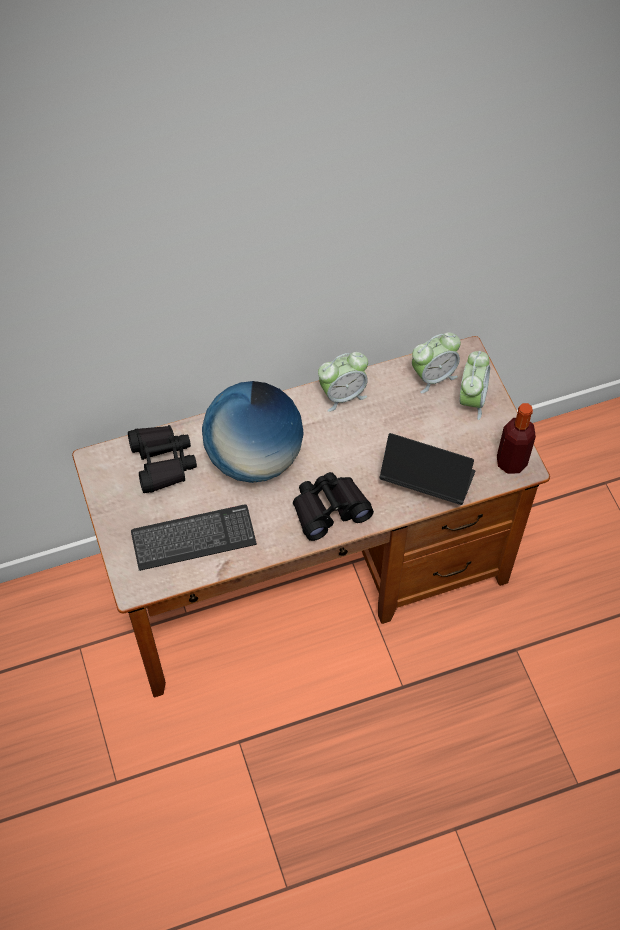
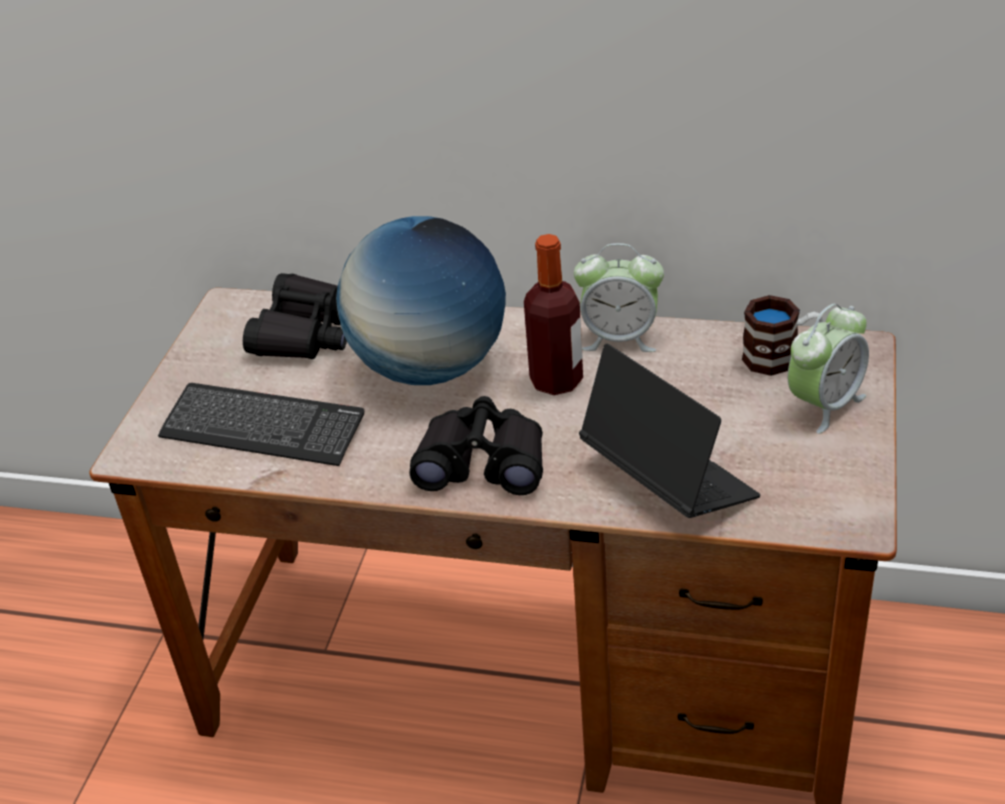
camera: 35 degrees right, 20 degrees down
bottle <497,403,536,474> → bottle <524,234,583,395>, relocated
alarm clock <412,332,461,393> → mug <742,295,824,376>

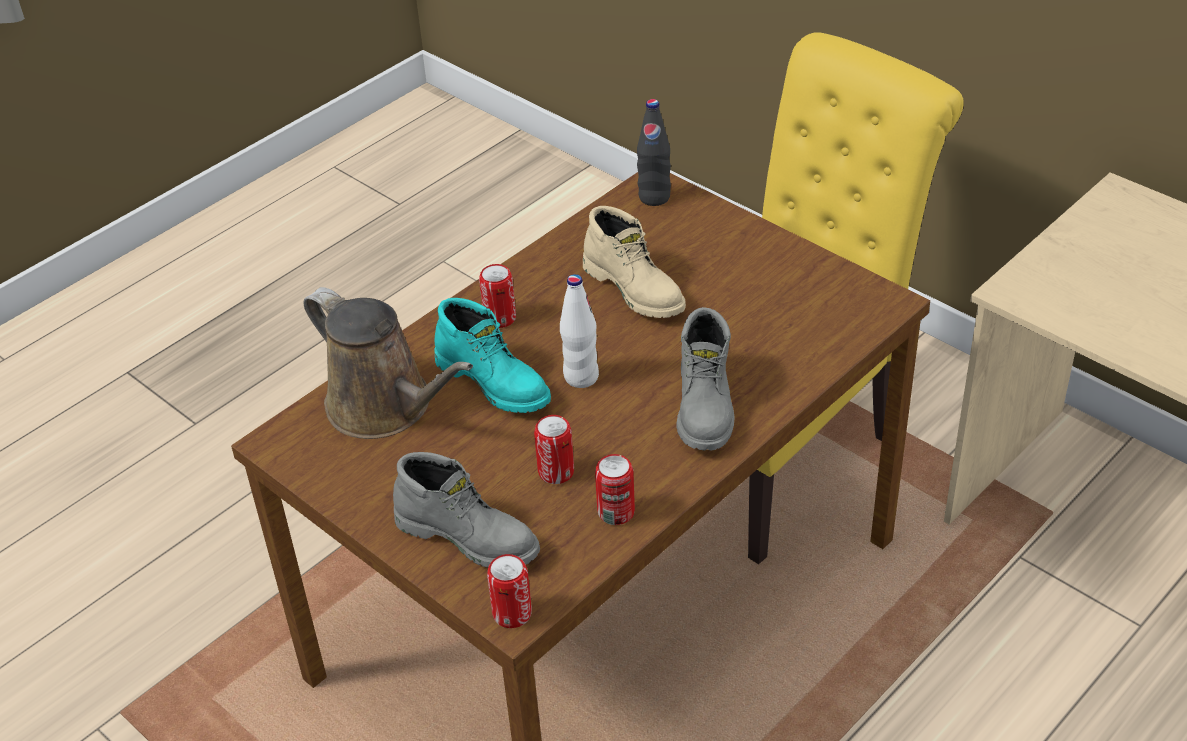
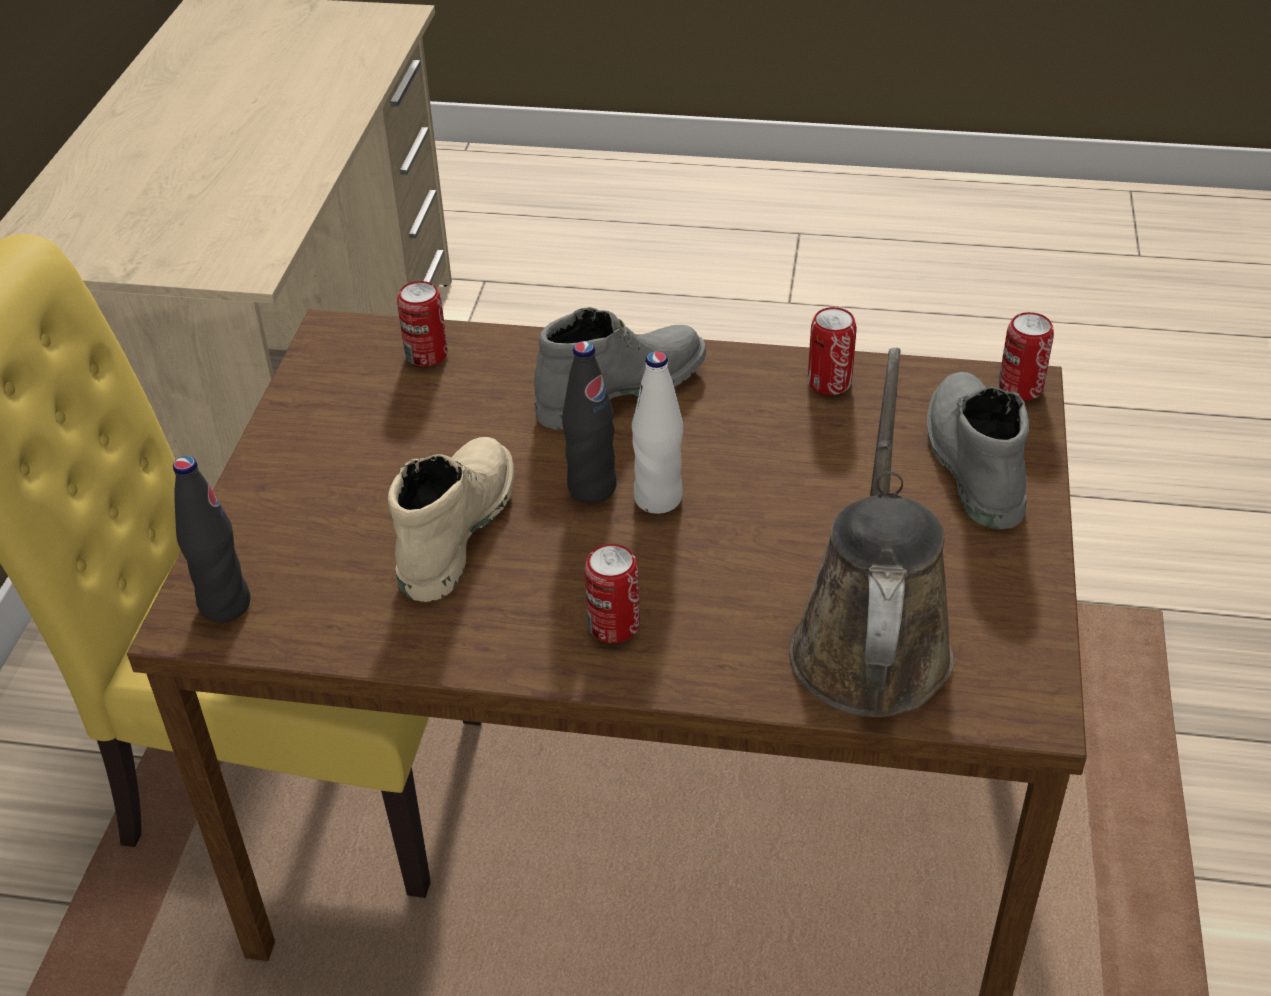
camera: 125 degrees left, 0 degrees up
turquoise boot <435,298,551,413> → -
- → black bottle <562,341,617,503>
can <534,415,574,484> → can <397,281,448,366>, relocated

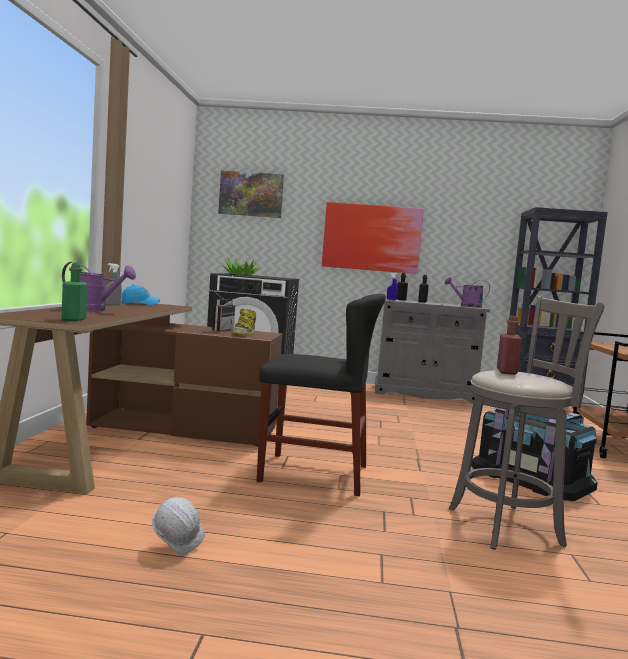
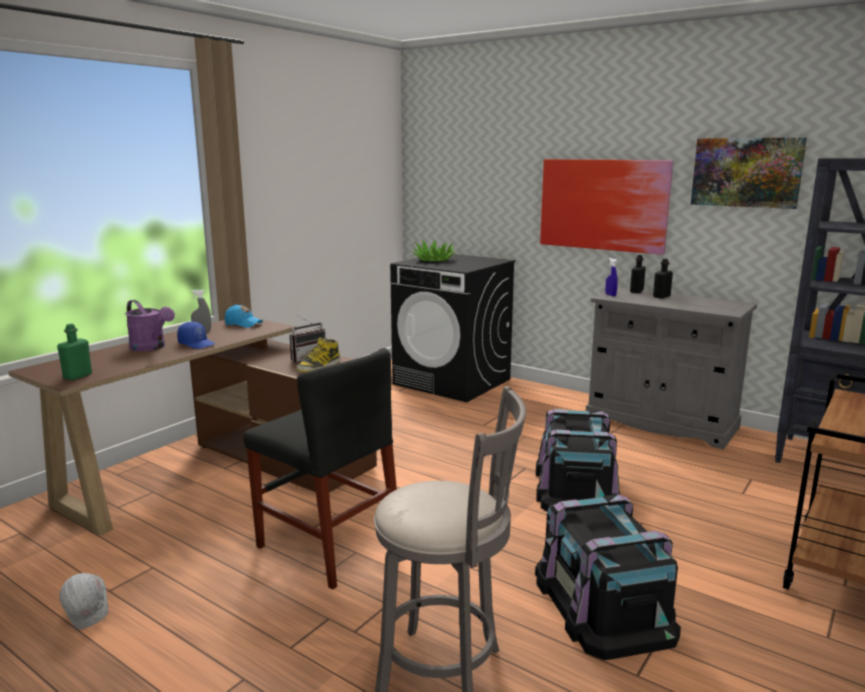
camera: 30 degrees right, 10 degrees up
purple watering can <445,277,490,308> → -
red bottle <497,316,522,375> → -
- → blue cap <177,321,216,349>
- → black storage box <536,409,620,511>
picture <218,170,284,218> → picture <691,138,807,209>, relocated

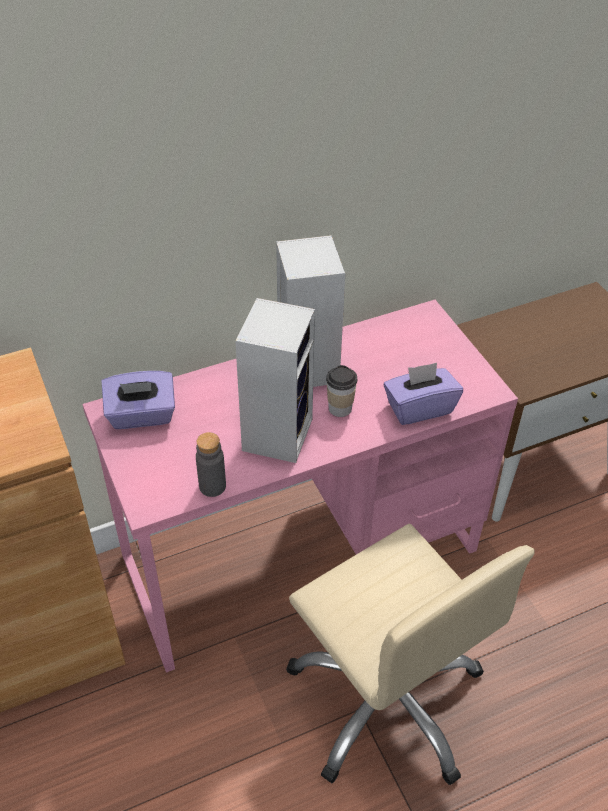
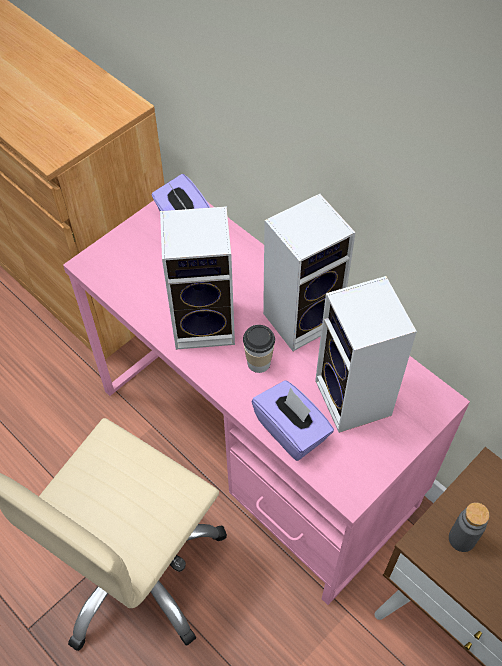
camera: 70 degrees right, 10 degrees up
- → speaker <315,276,417,433>
grey bottle <196,432,226,497> → grey bottle <449,502,490,552>, relocated

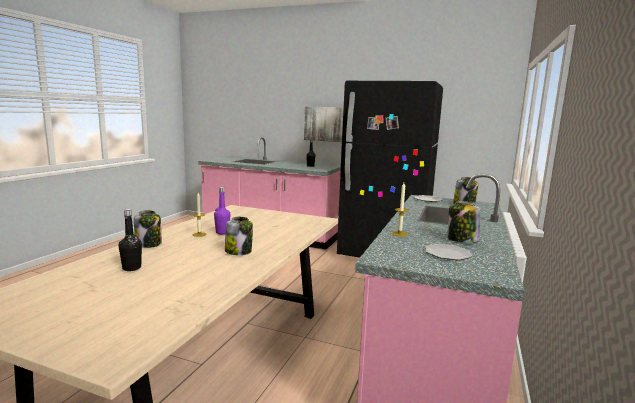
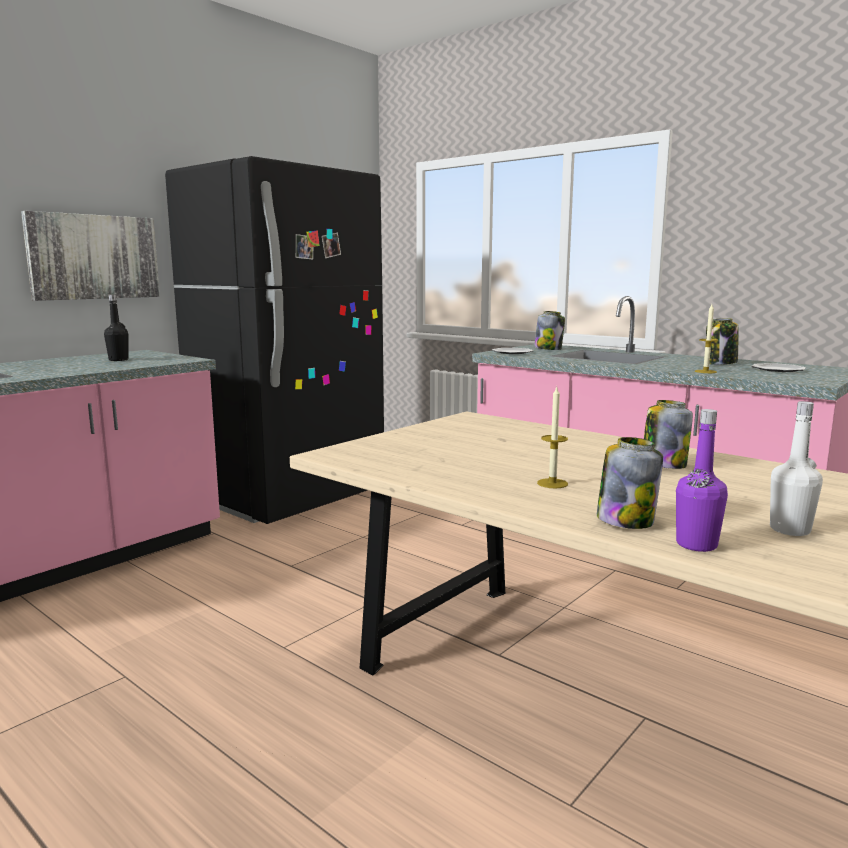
camera: 70 degrees left, 0 degrees up
purple bottle <214,187,231,234> → purple bottle <676,409,728,552>, relocated
black bottle <119,209,142,271> → white bottle <770,401,823,536>

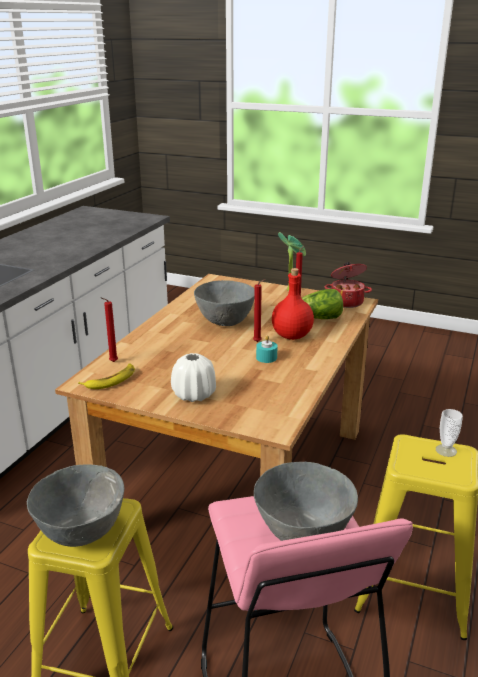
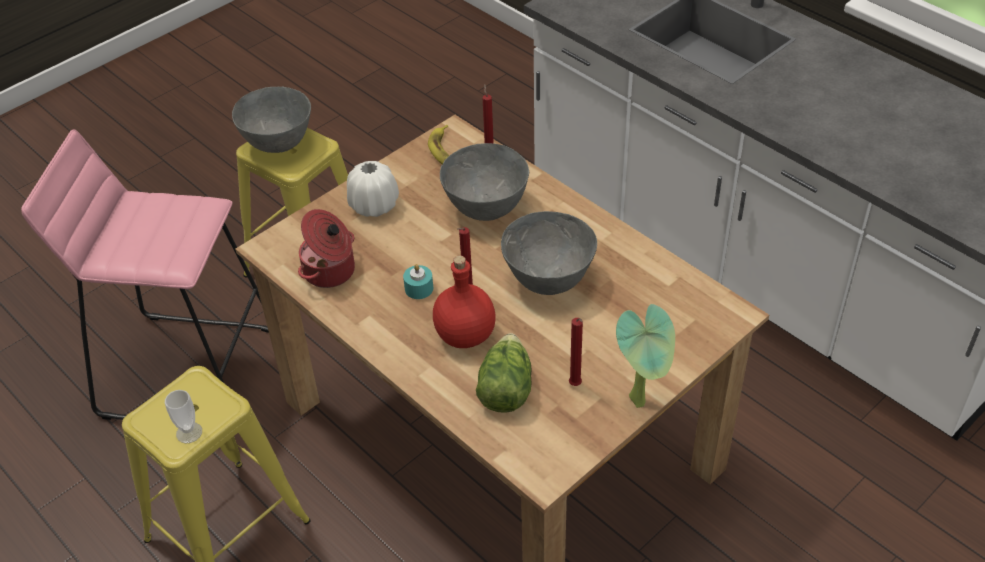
camera: 115 degrees right, 20 degrees up
grey bowl <254,462,358,541> → grey bowl <440,143,529,221>, relocated
cooking pot <324,262,372,308> → cooking pot <298,209,355,288>, relocated

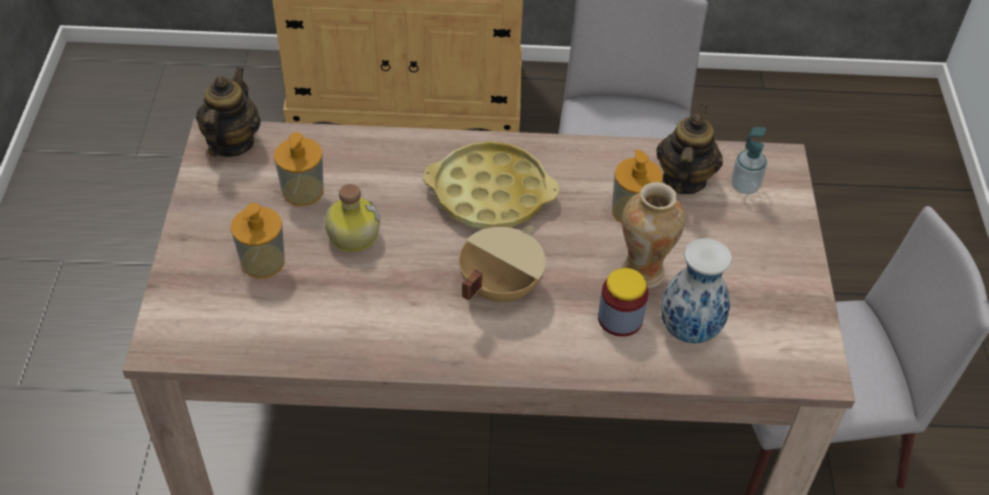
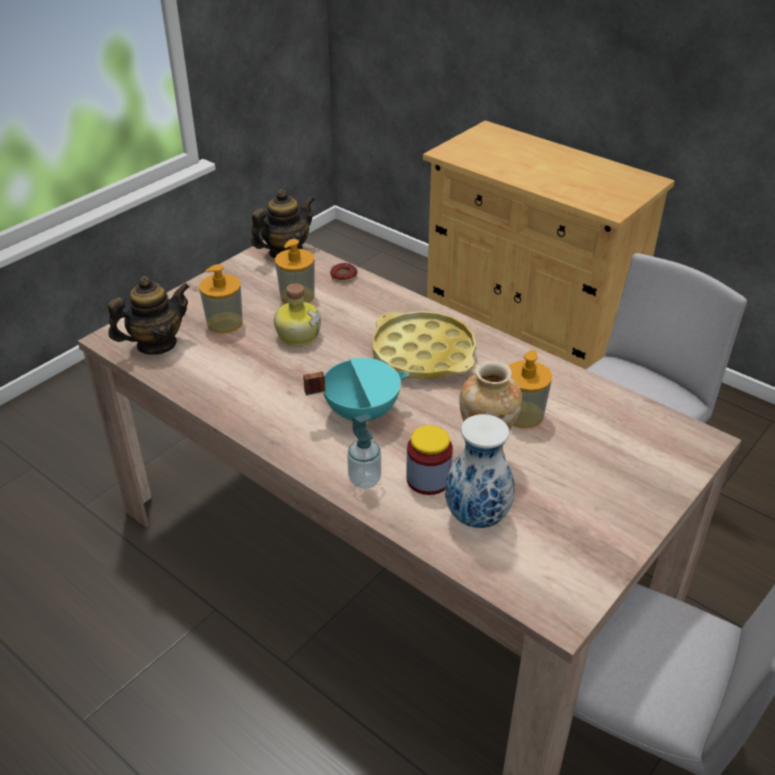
camera: 40 degrees right, 10 degrees down
- → donut <330,263,358,282>
teapot <657,104,723,194> → teapot <108,276,190,355>, relocated
soap dispenser <731,127,767,194> → soap dispenser <347,414,381,488>, relocated
beige cooking pot <459,226,546,302> → turquoise cooking pot <303,358,409,425>

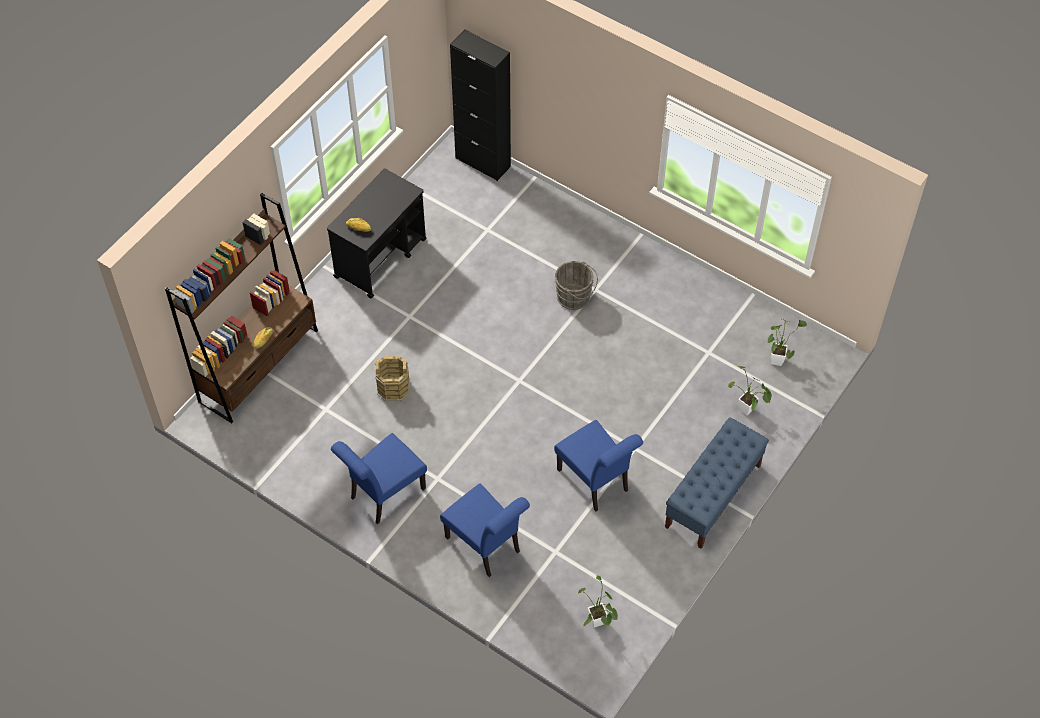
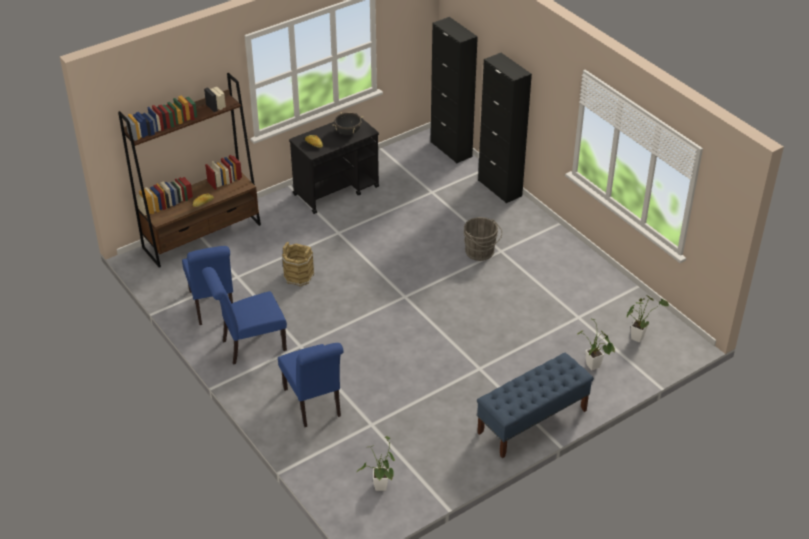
camera: 20 degrees right, 15 degrees down
- → black cooking pot <334,112,363,135>
- → black cabinet <478,53,532,203>
blue chair <554,420,643,511> → blue chair <182,246,233,325>, relocated

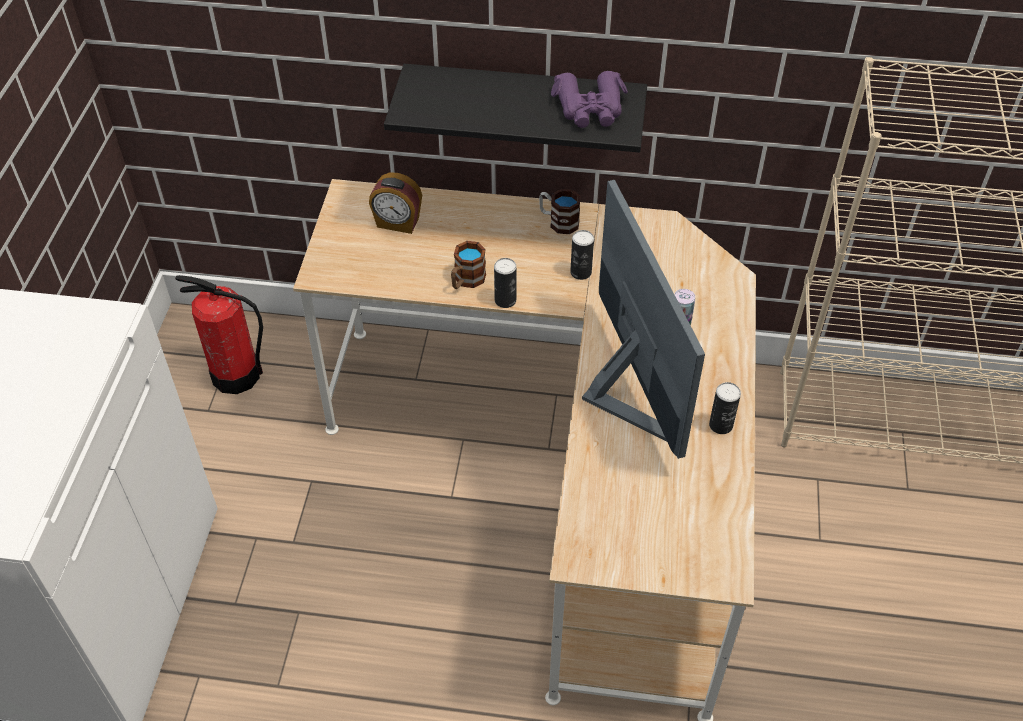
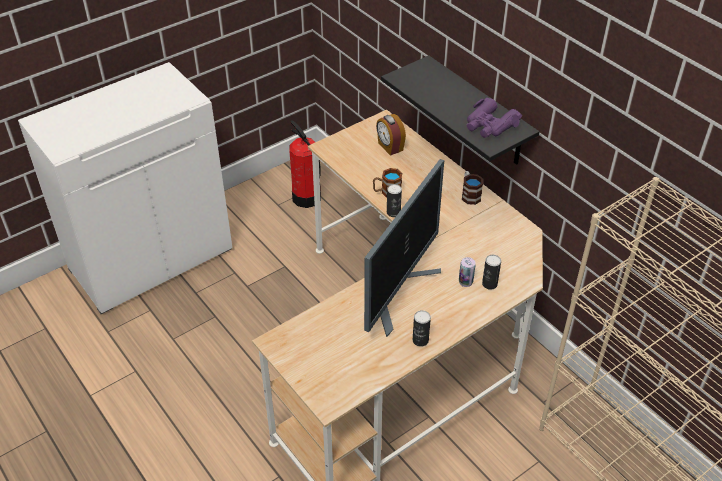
camera: 45 degrees right, 5 degrees down
can <570,230,594,280> → can <482,254,501,290>, relocated

